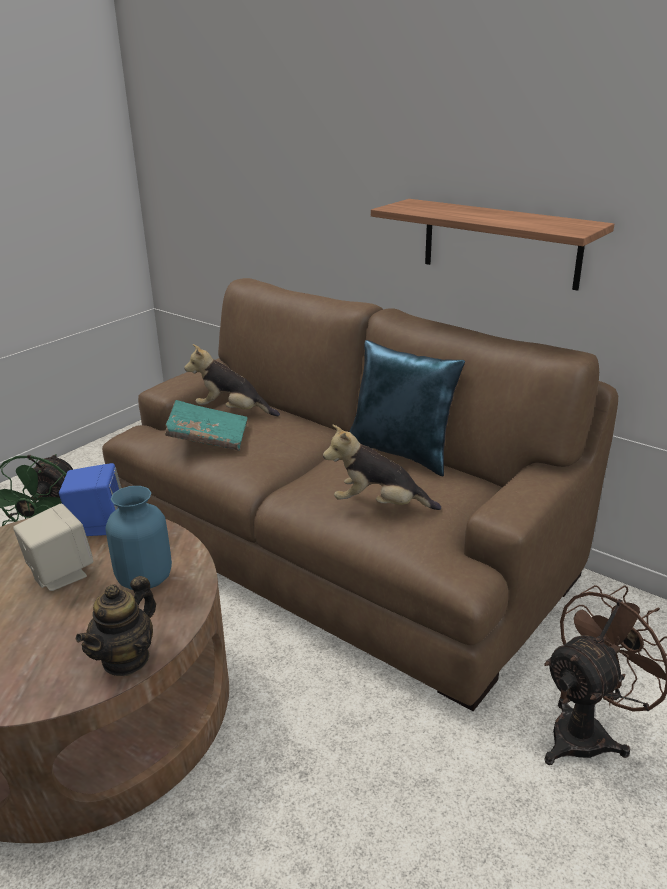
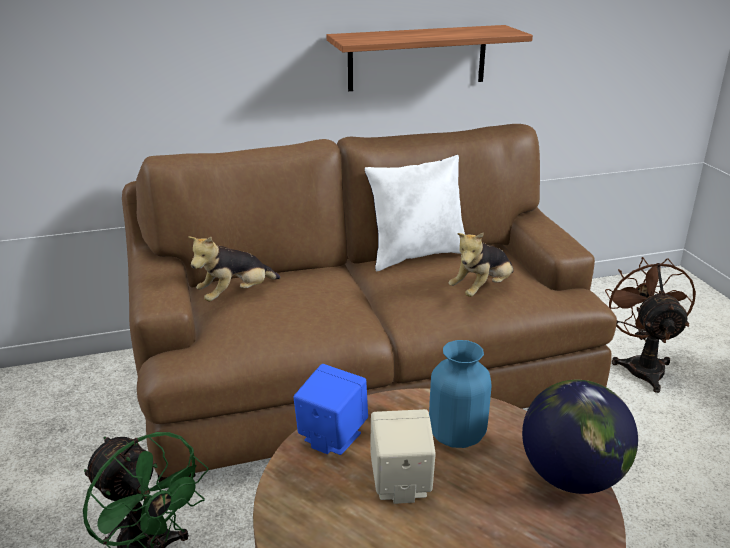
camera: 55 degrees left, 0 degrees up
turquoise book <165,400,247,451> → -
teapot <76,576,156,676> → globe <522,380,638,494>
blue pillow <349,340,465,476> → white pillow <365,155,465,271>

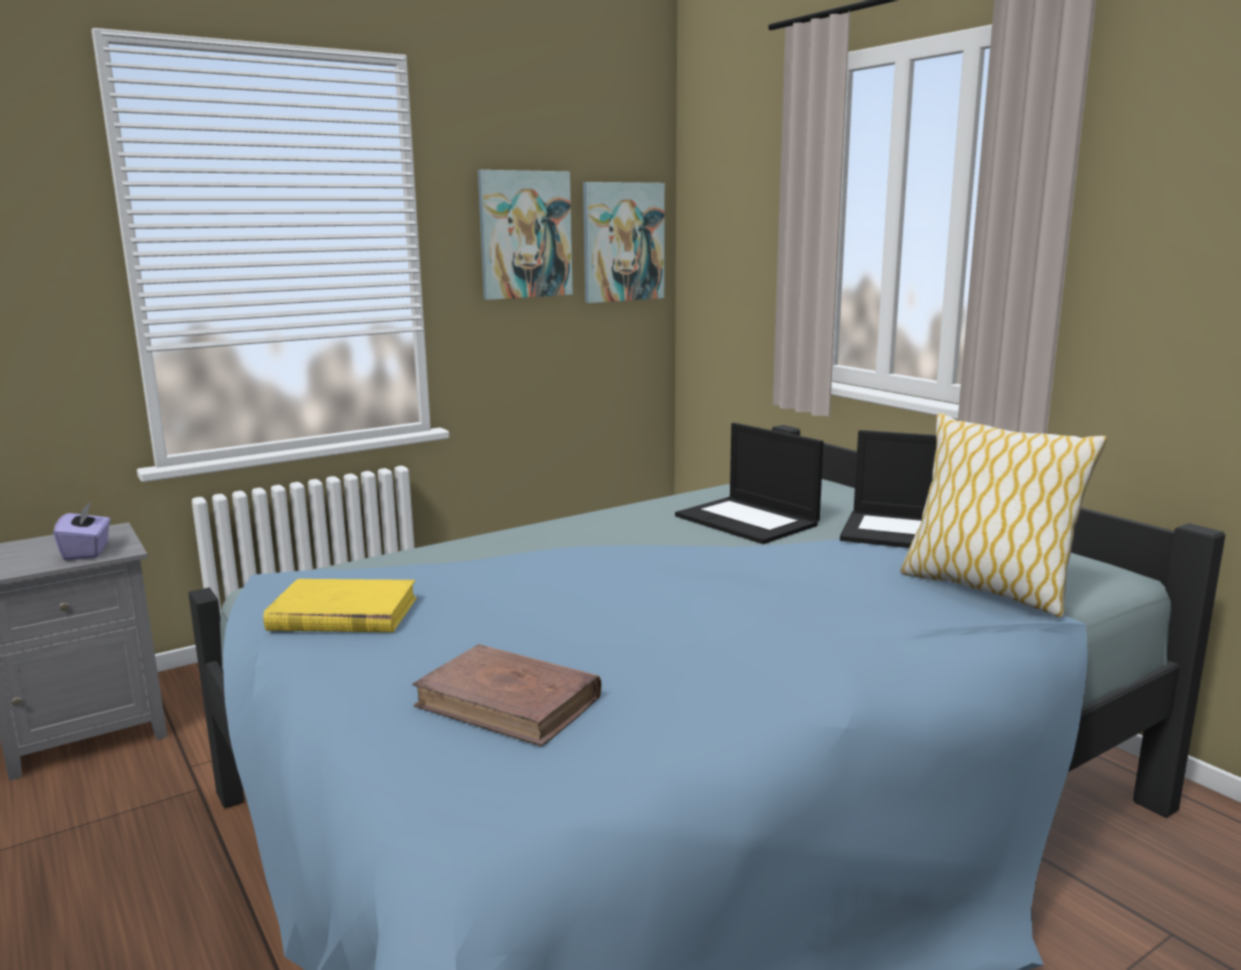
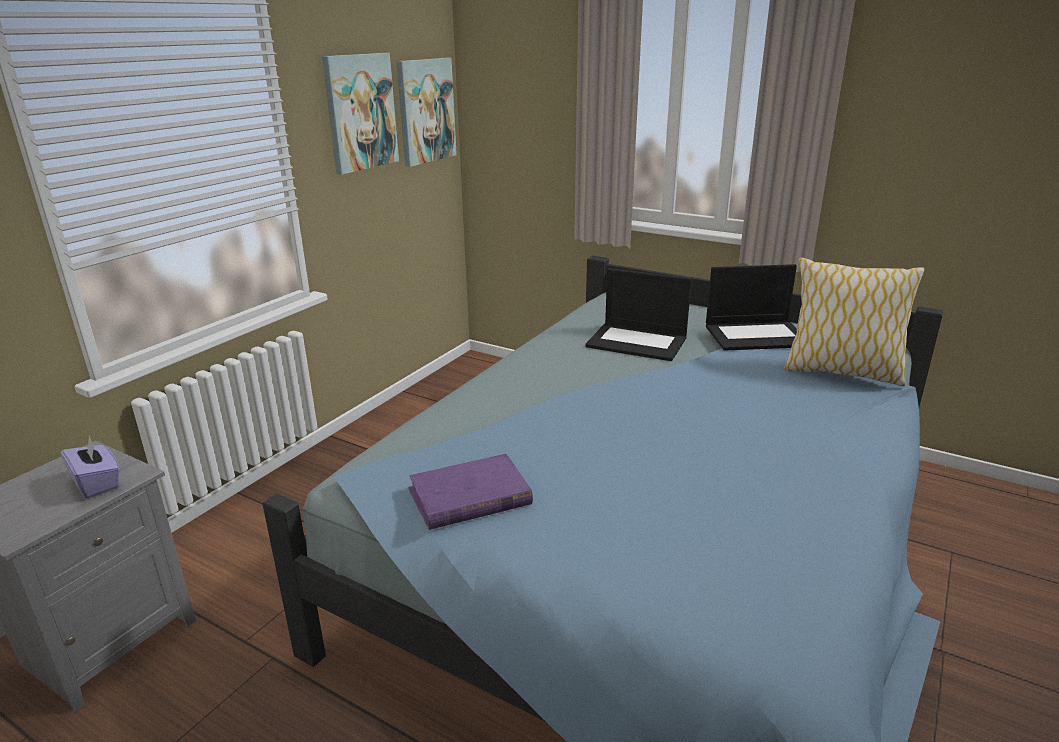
camera: 25 degrees left, 10 degrees up
brown book <412,644,601,747> → -
yellow book <263,579,417,632> → purple book <408,454,533,530>

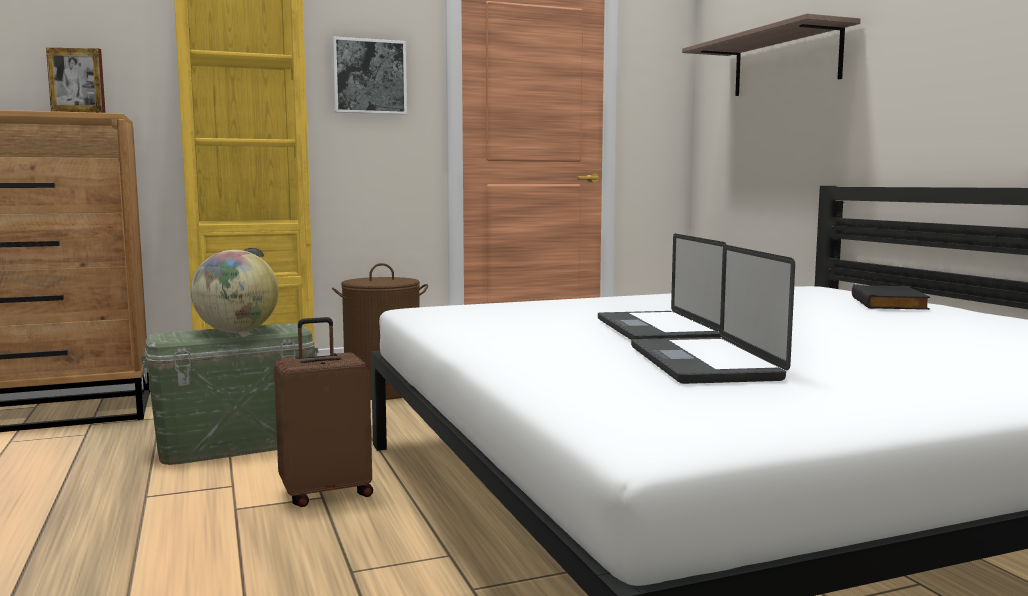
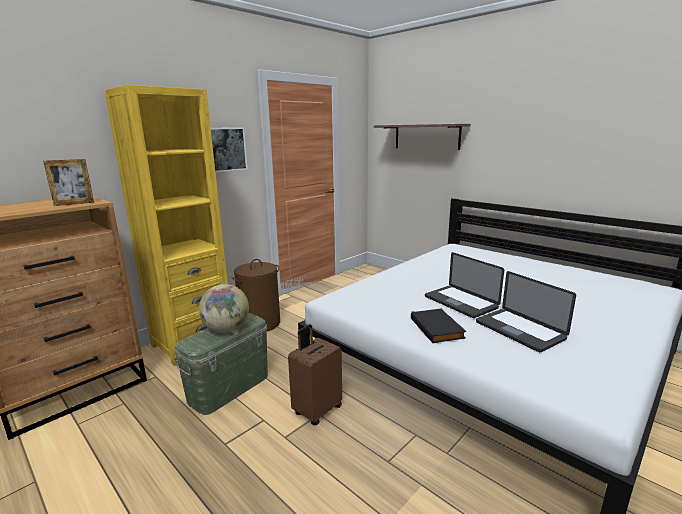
camera: 25 degrees left, 10 degrees up
black book <852,284,930,310> → black book <411,309,466,343>, relocated

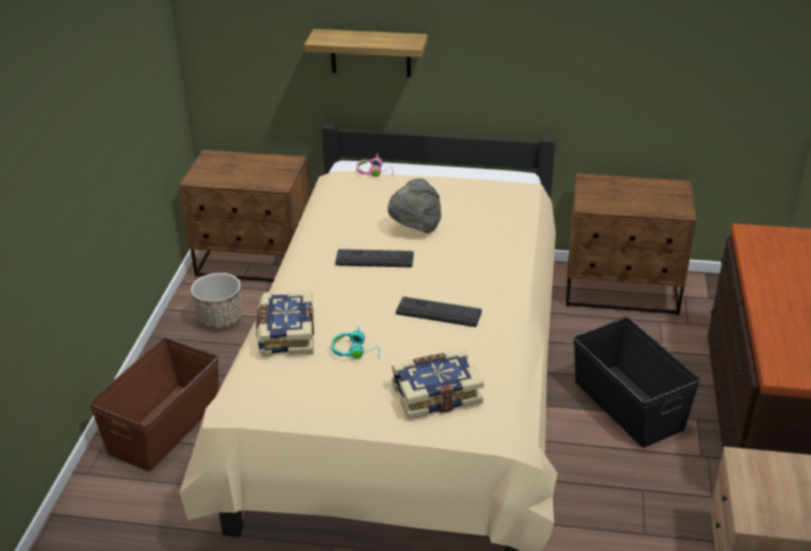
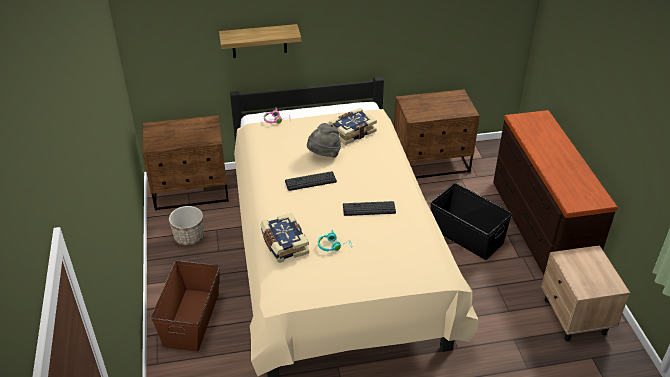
camera: 20 degrees left, 5 degrees up
book <392,350,484,420> → book <329,108,377,145>, relocated

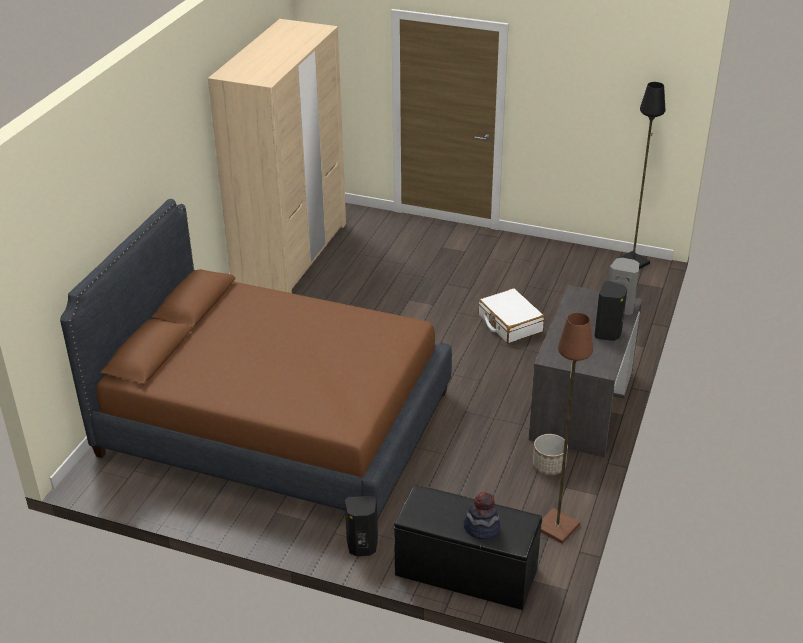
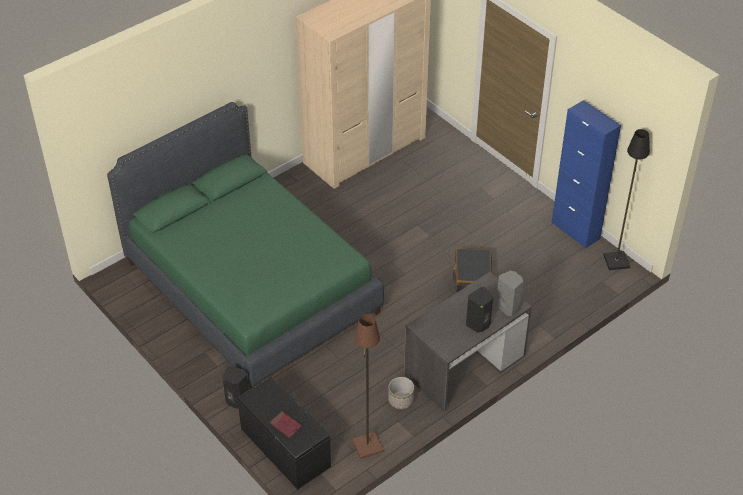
camera: 30 degrees right, 10 degrees up
- → blue cabinet <552,100,621,249>
hat <464,492,500,539> → red book <270,411,302,438>
brown bed <60,199,452,522> → green bed <107,102,384,389>
white suitcase <478,288,545,344> → black suitcase <453,248,492,292>

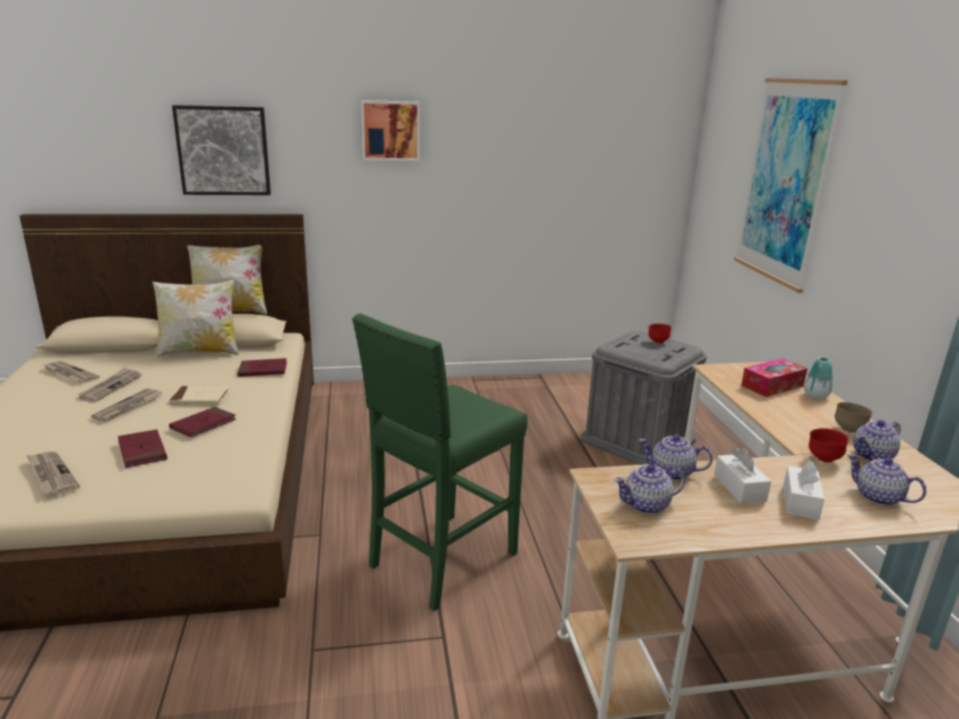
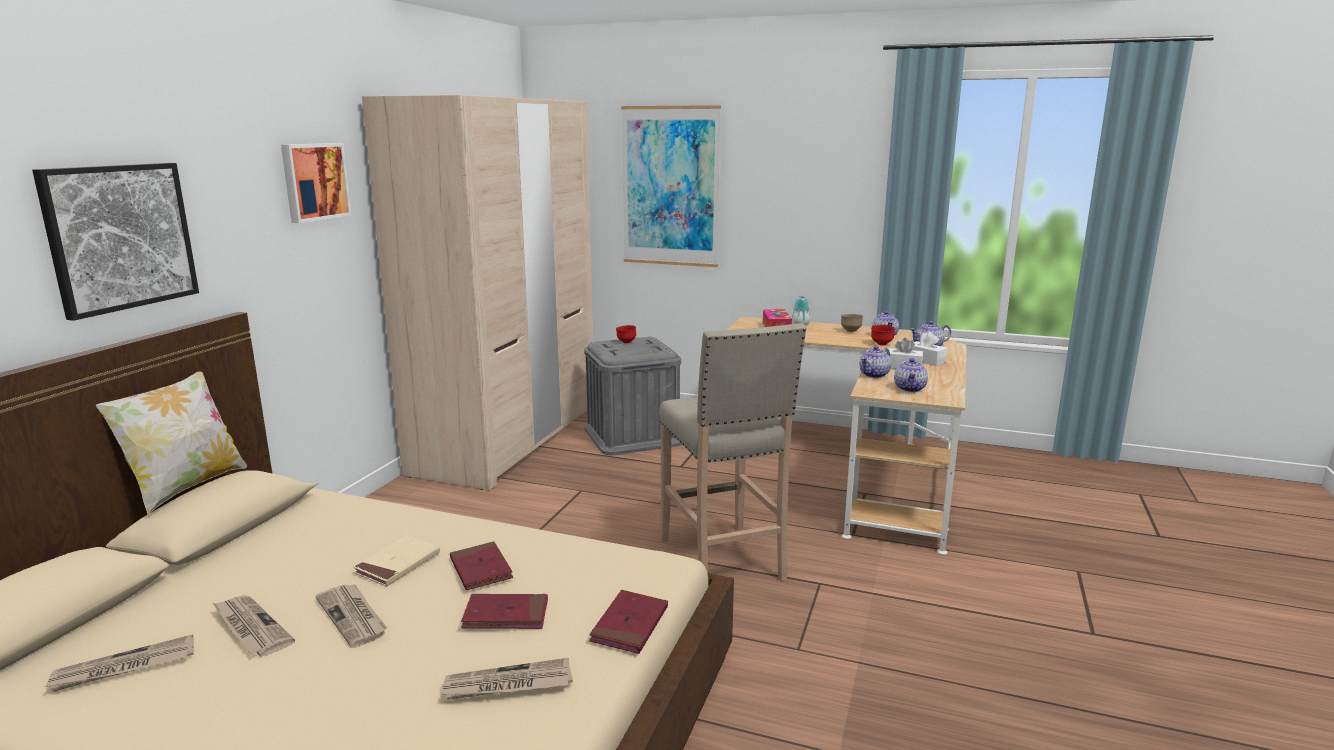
camera: 60 degrees left, 5 degrees down
pillow <152,279,239,358> → -
- → beige wardrobe <362,95,593,490>
red book <238,358,287,377> → red book <589,590,668,654>, relocated
green stool <352,313,528,611> → beige stool <659,323,807,581>

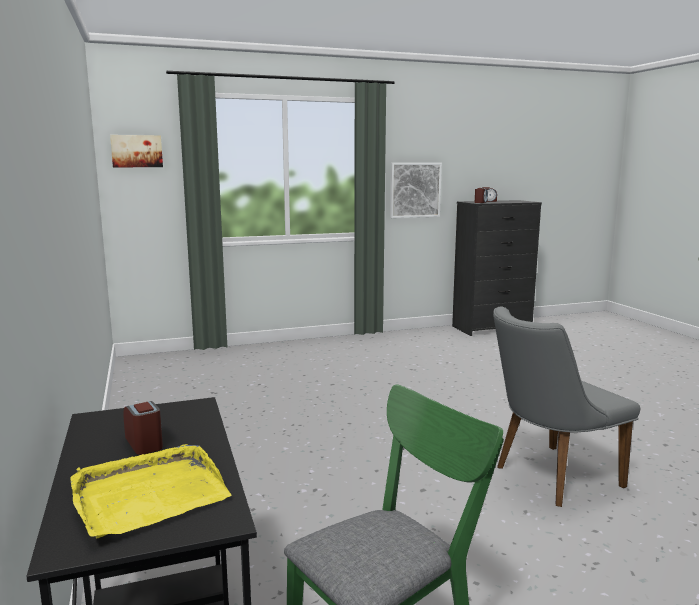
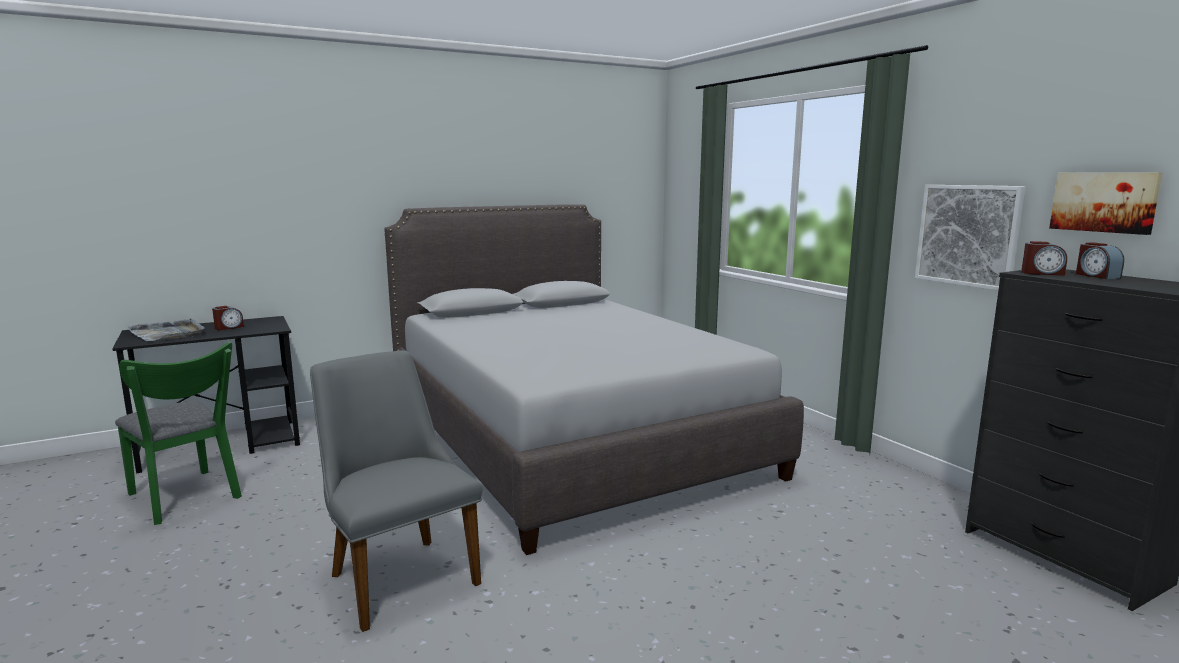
camera: 80 degrees right, 0 degrees up
- → grey bed <384,204,804,555>
picture <110,135,163,167> → picture <1049,173,1162,235>, relocated
yellow tray <70,444,231,538> → grey tray <128,318,205,341>

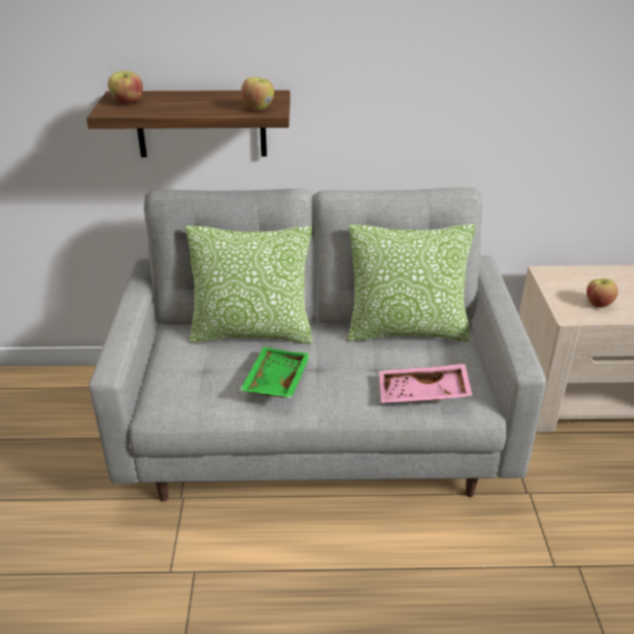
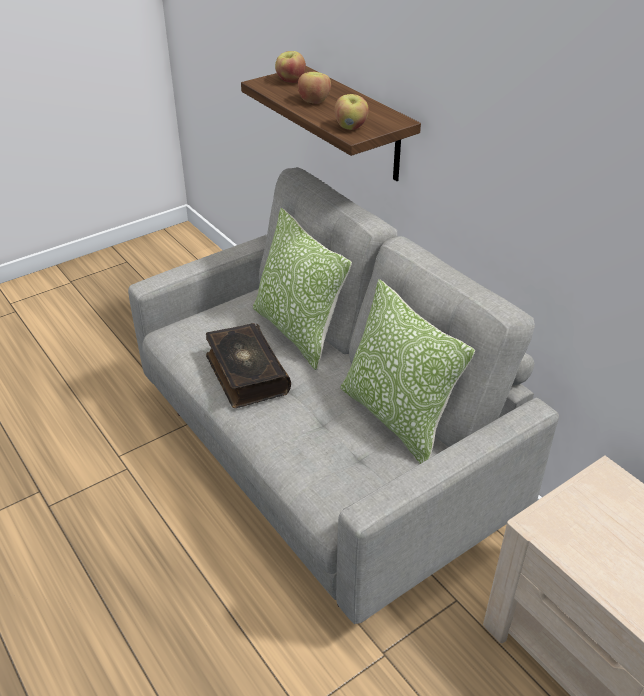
camera: 55 degrees right, 5 degrees up
pink tray <379,364,472,403> → -
apple <586,278,618,307> → apple <298,72,331,104>, relocated
green tray <240,347,310,398> → book <206,323,291,408>

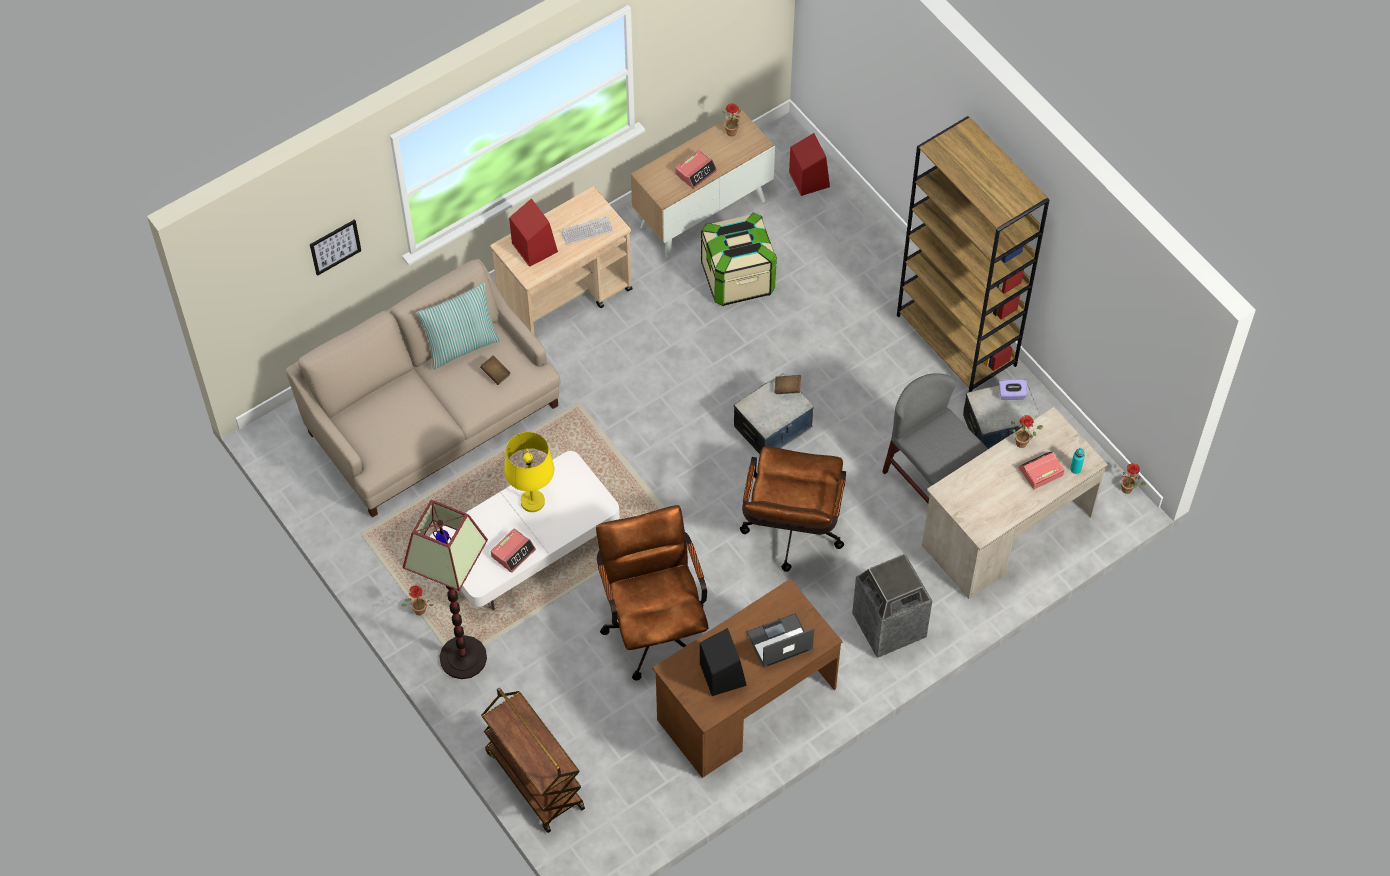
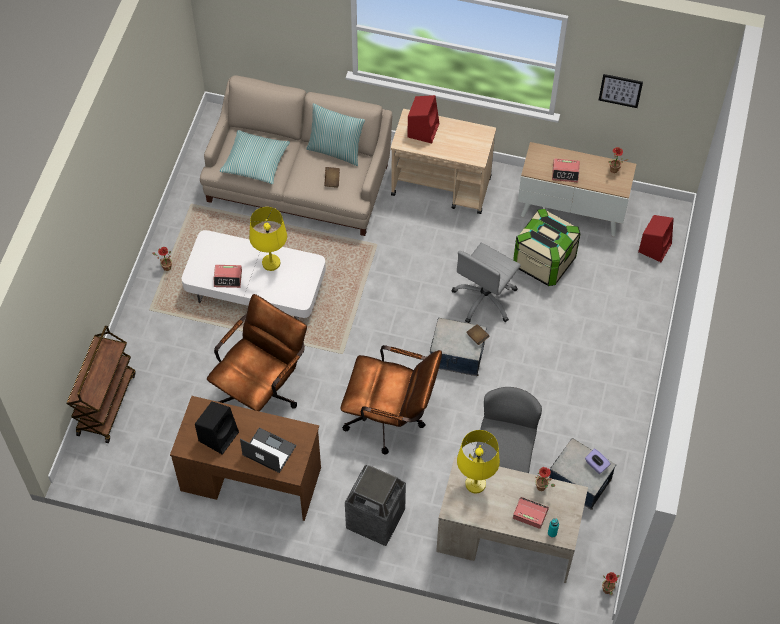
camera: 50 degrees right, 0 degrees up
floor lamp <402,500,488,679> → -
keyboard <561,216,613,245> → -
brown bookcase <897,116,1049,392> → -
- → pillow <219,130,290,184>
- → grey office chair <452,242,521,323>
- → yellow table lamp <457,430,500,494>
picture <310,219,361,276> → picture <599,74,643,108>, relocated
brown office chair <740,446,846,572> → brown office chair <340,345,442,454>, 135 degrees counterclockwise

